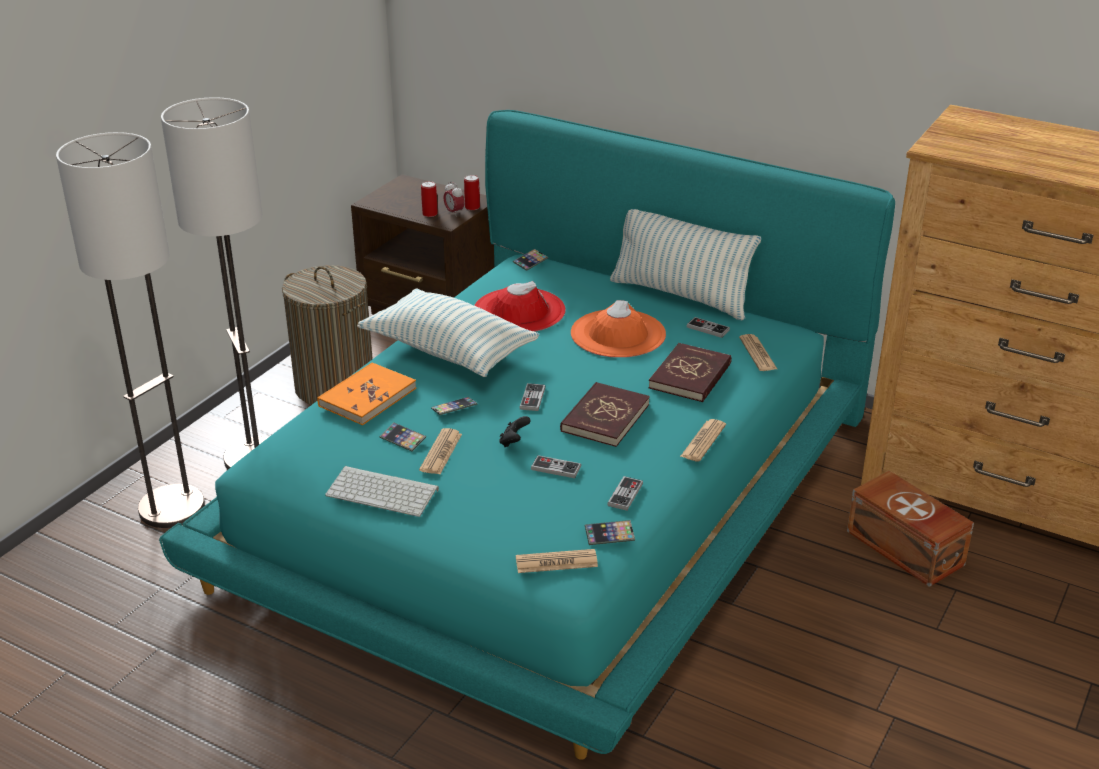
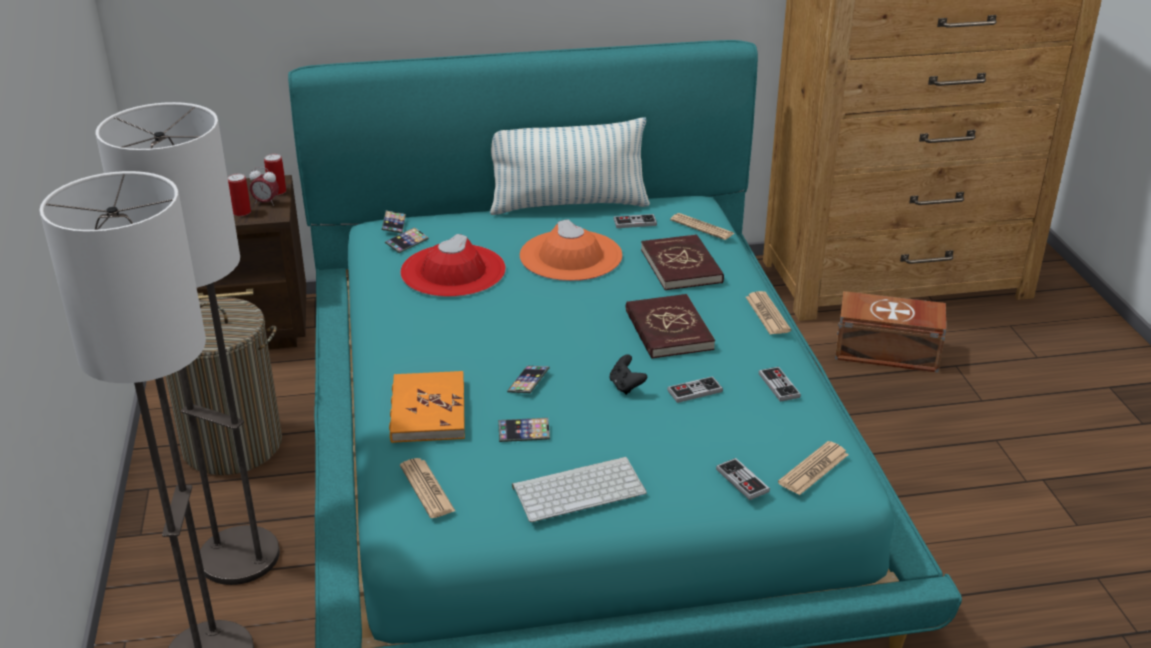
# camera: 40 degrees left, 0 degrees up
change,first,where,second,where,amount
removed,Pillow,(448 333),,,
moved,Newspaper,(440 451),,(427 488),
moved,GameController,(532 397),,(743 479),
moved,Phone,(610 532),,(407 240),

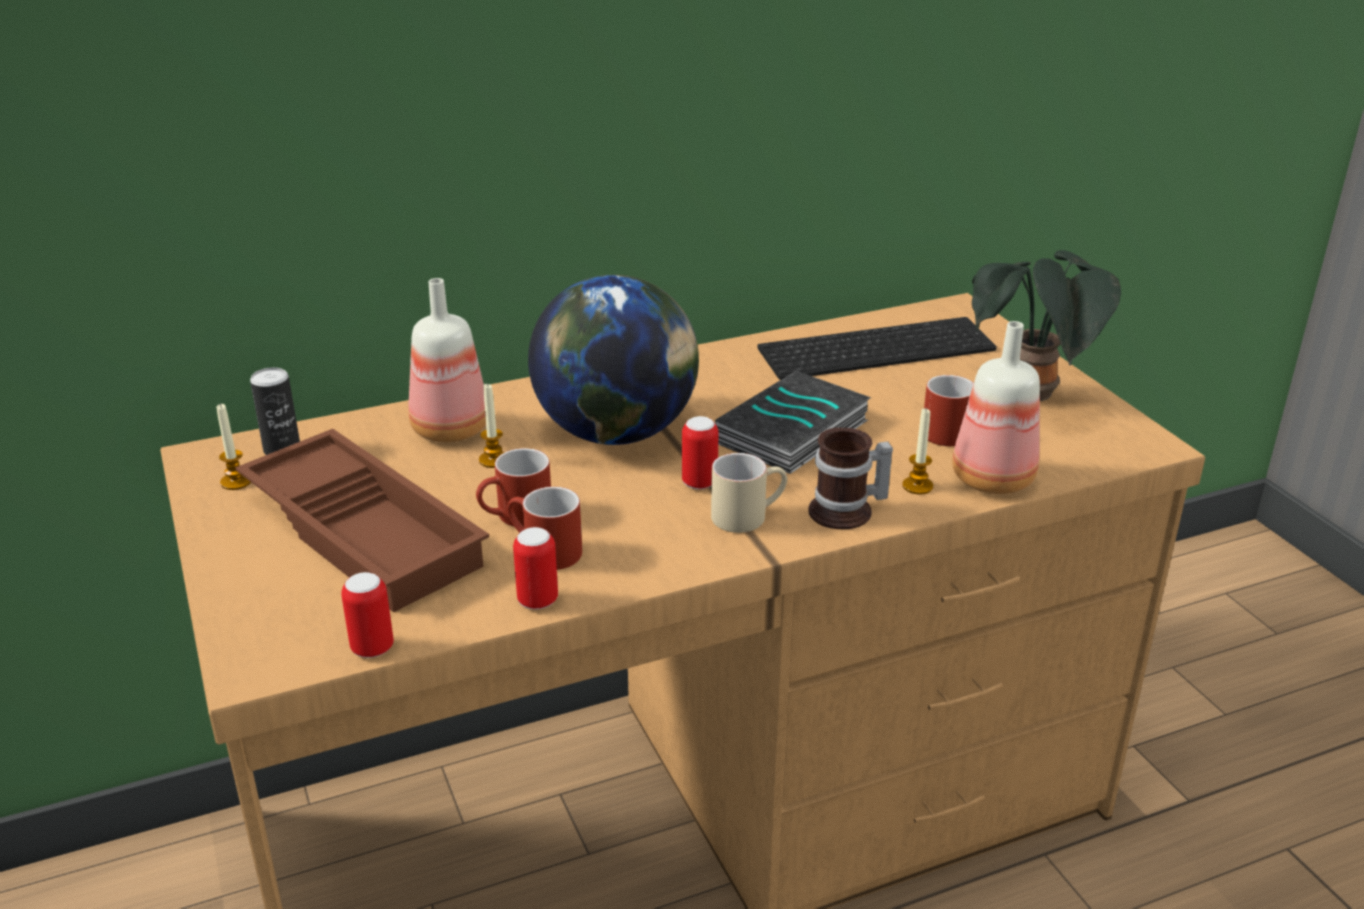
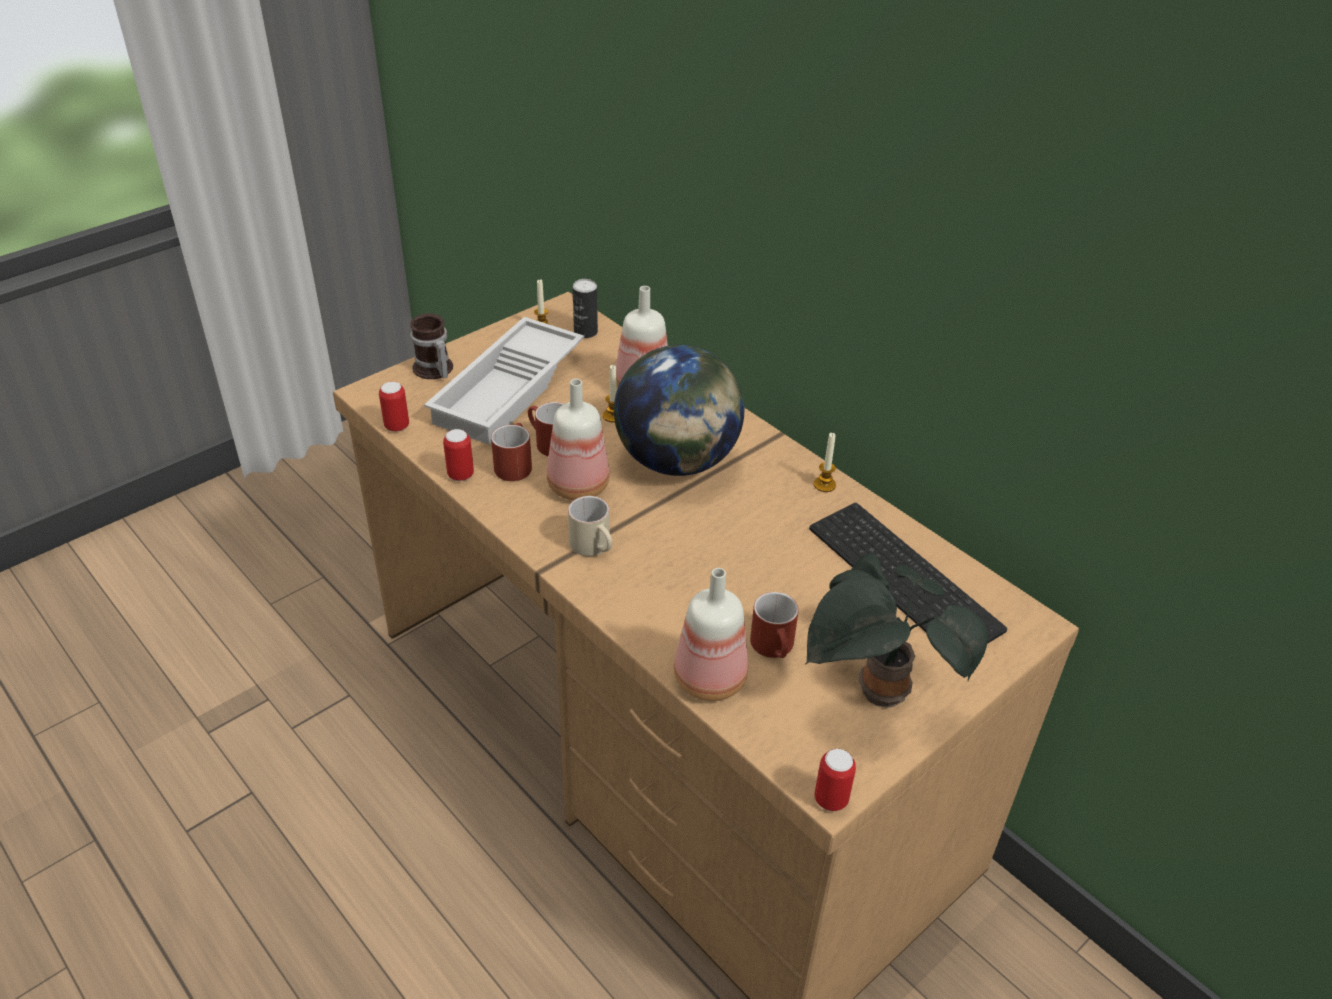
# camera: 70 degrees right, 10 degrees up
change,first,where,second,where,amount
removed,Book,(793 422),,,
added,,,Bottle,(578 439),
moved,Can,(700 452),,(835 780),
moved,Mug,(850 478),,(431 346),
moved,Candle,(917 451),,(825 462),
recoloured,BrownTray,(362 521),WhiteTray,(504 380),

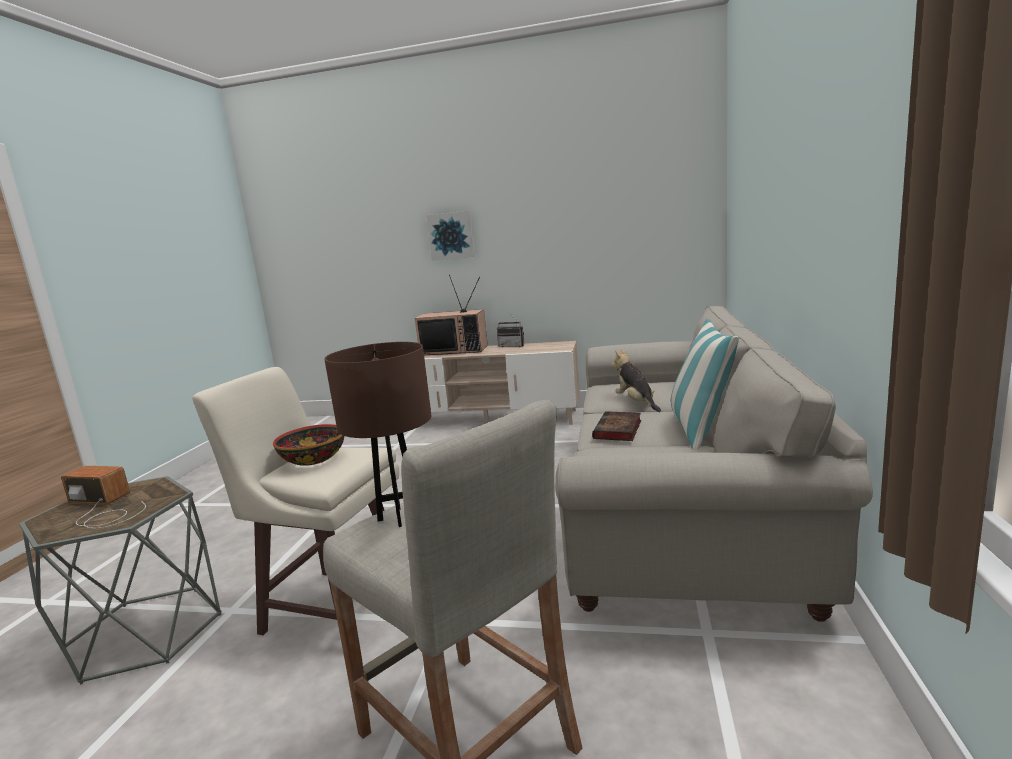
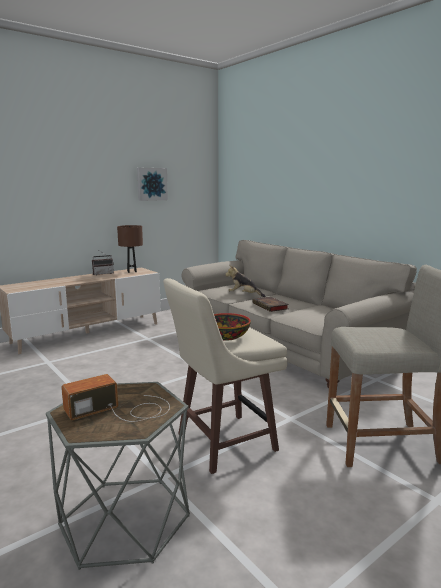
# camera: 50 degrees left, 0 degrees up
change,first,where,second,where,amount
removed,Television,(451 315),,,
removed,Pillow,(705 384),,,
moved,BrownTableLamp,(377 434),,(130 249),
moved,Picture,(450 235),,(152 184),

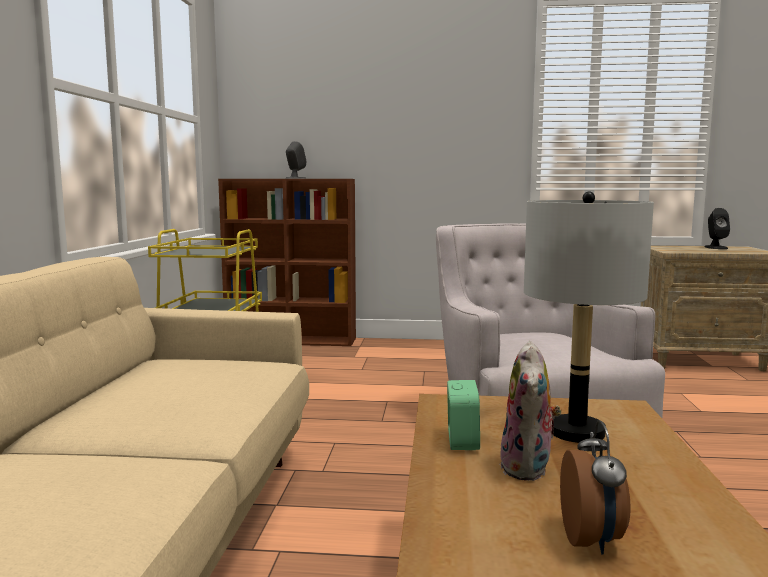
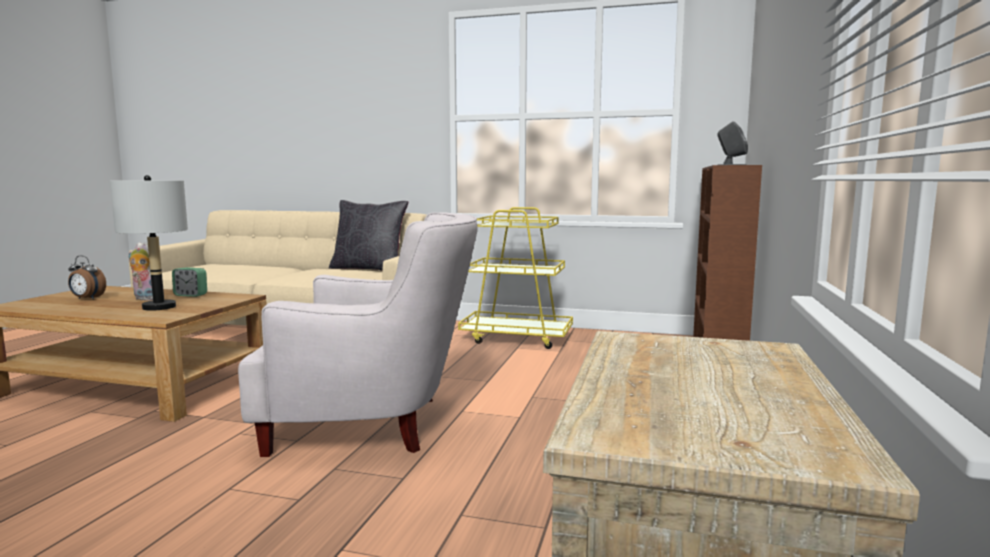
# camera: 100 degrees right, 0 degrees up
change,first,where,second,where,amount
removed,BlackSpeaker,(717 228),,,
added,,,BlackPillow,(368 235),

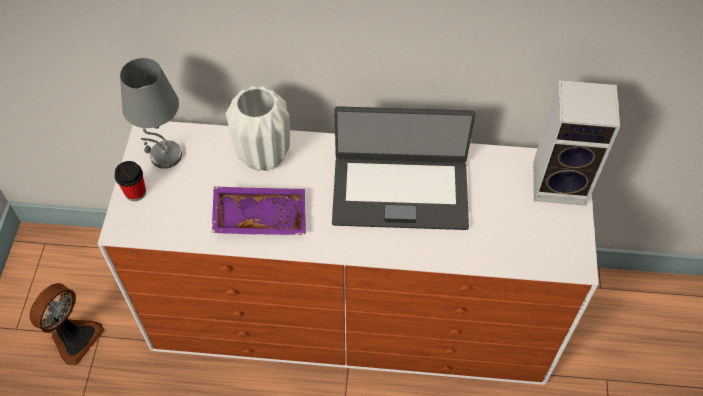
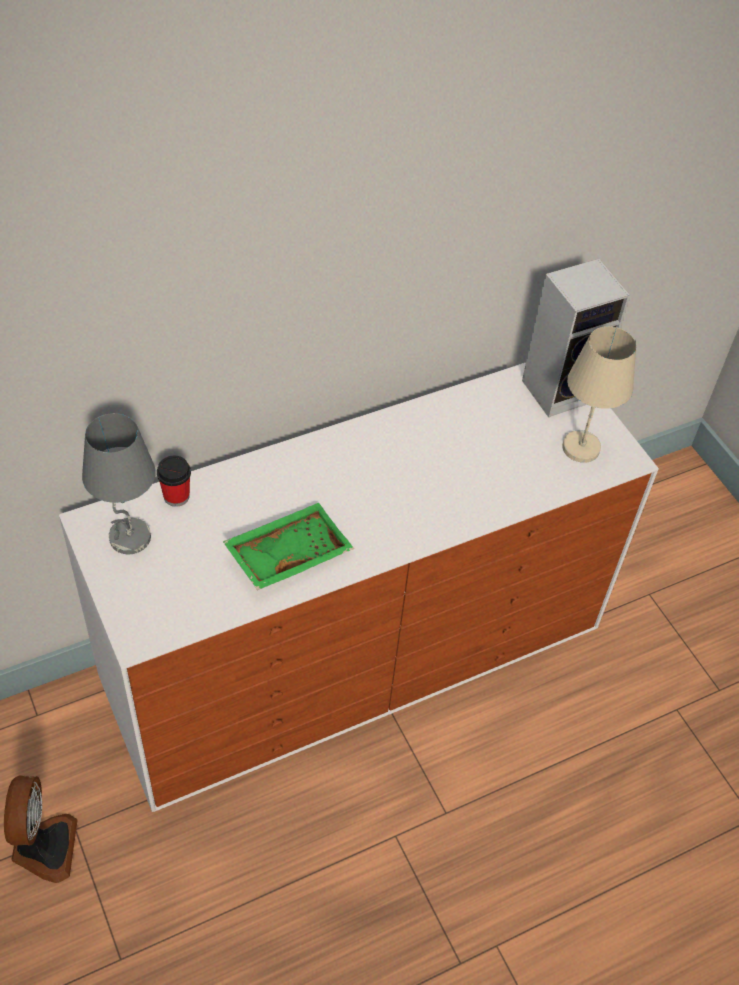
# camera: 35 degrees left, 5 degrees down
change,first,where,second,where,amount
removed,WhiteVase,(258 128),,,
removed,Laptop,(403 168),,,
added,,,BeigeTableLamp,(599 394),
moved,Cup,(130 181),,(174 481),
recoloured,PurpleTray,(259 210),GreenTray,(288 546),

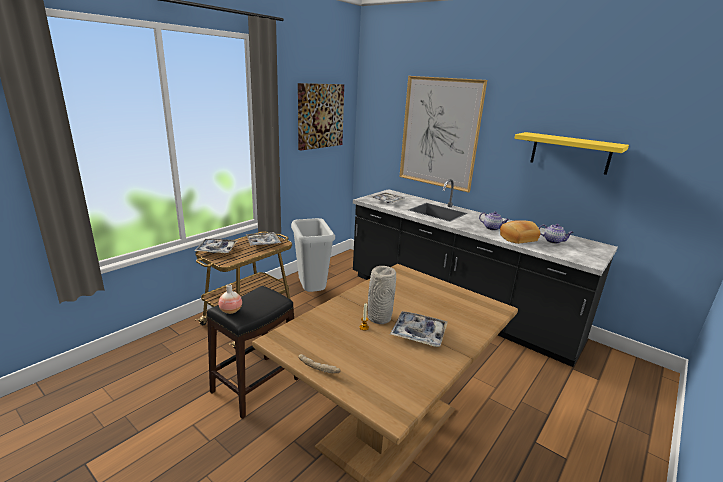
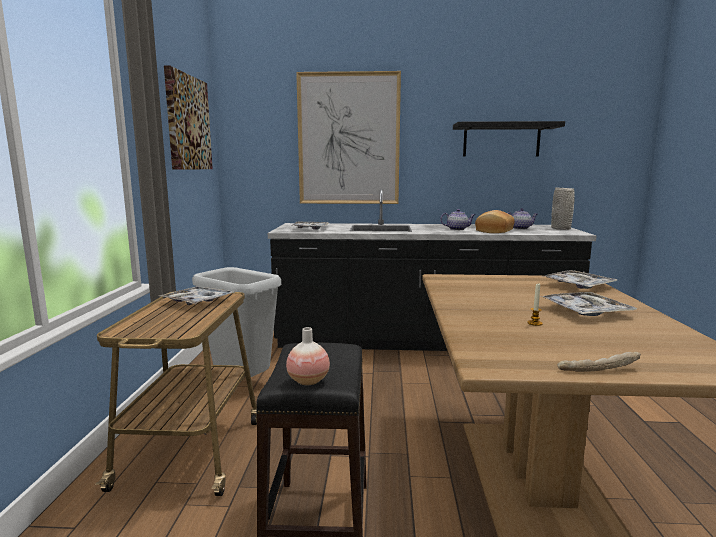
# camera: 35 degrees left, 10 degrees down
change,first,where,second,where,amount
moved,Tray,(216 246),,(580 279),
moved,GreyVase,(381 295),,(563 208),
recoloured,YellowShelf,(571 153),BlackShelf,(509 139),

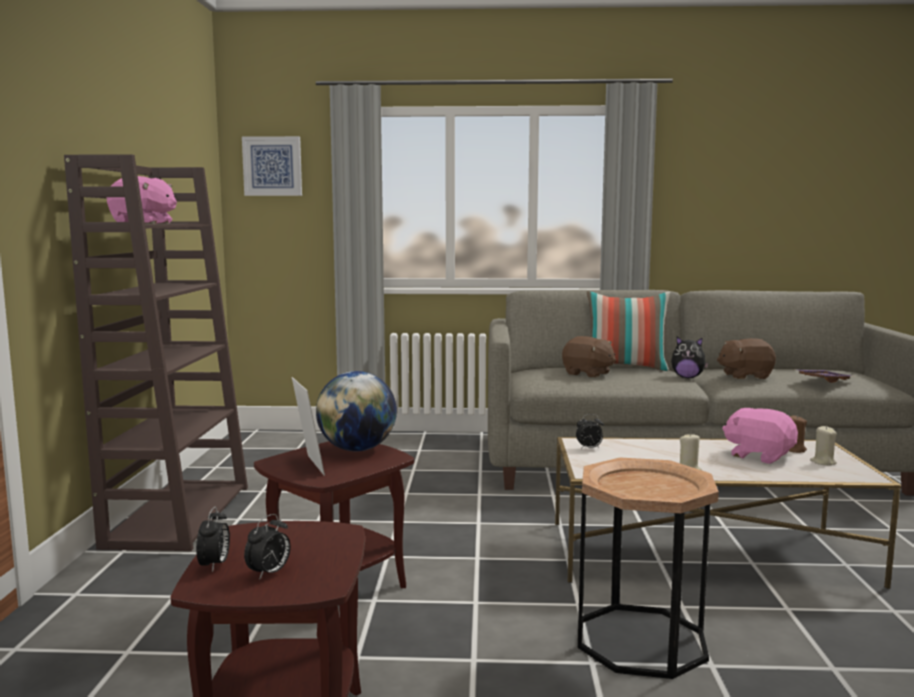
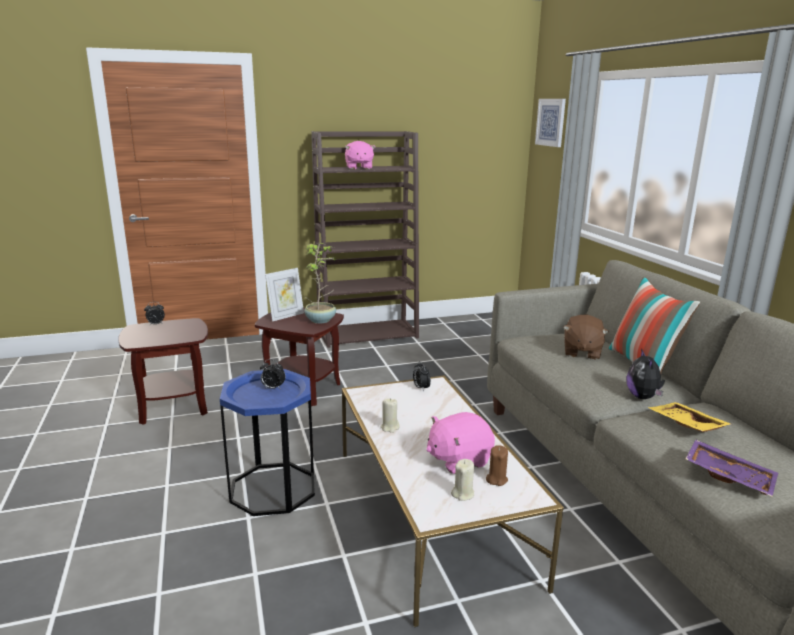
# camera: 70 degrees right, 10 degrees up
change,first,where,second,where,amount
moved,AlarmClock,(267 547),,(273 374),
replaced,Globe,(356 411),PottedPlant,(321 283),
replaced,BrownPlushToy,(746 358),YellowTray,(689 417),
recoloured,BrownSideTable,(648 568),BlueSideTable,(267 442),
turned,PinkPlushToy,(760 436),,(460 443),135 degrees counterclockwise

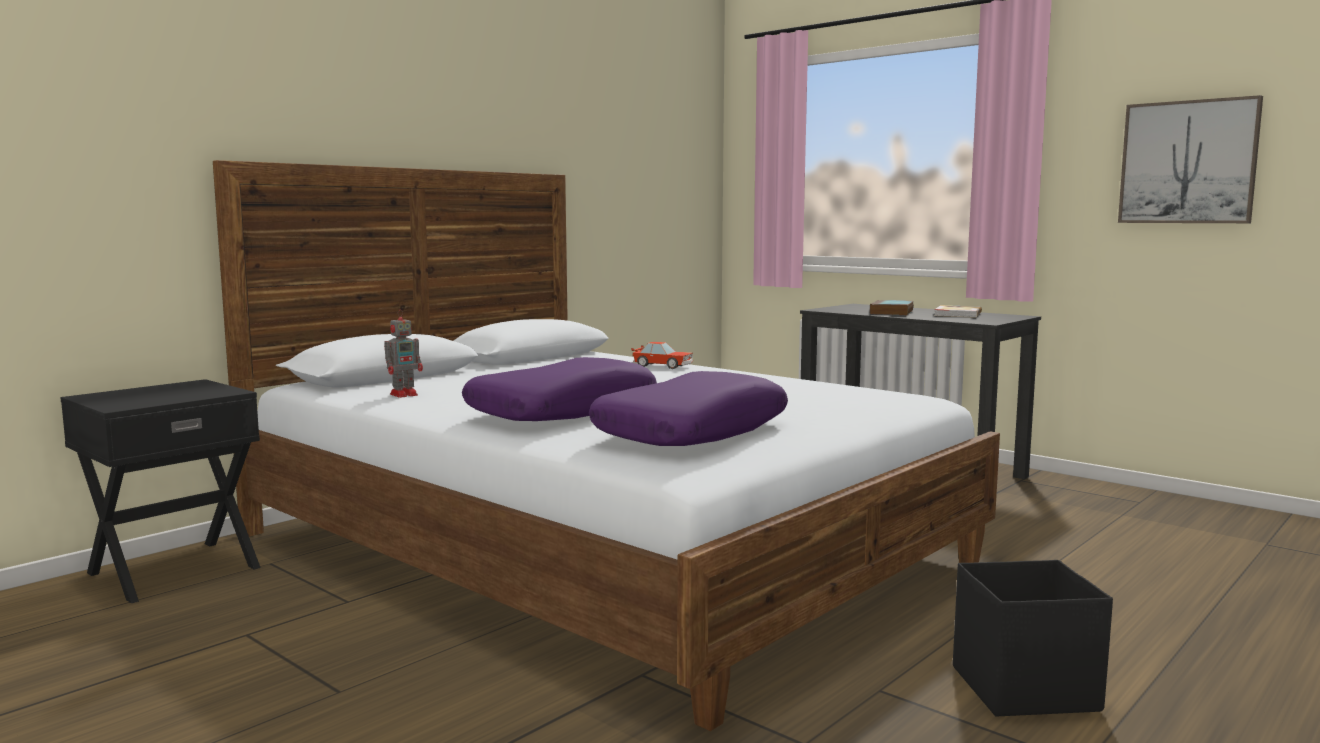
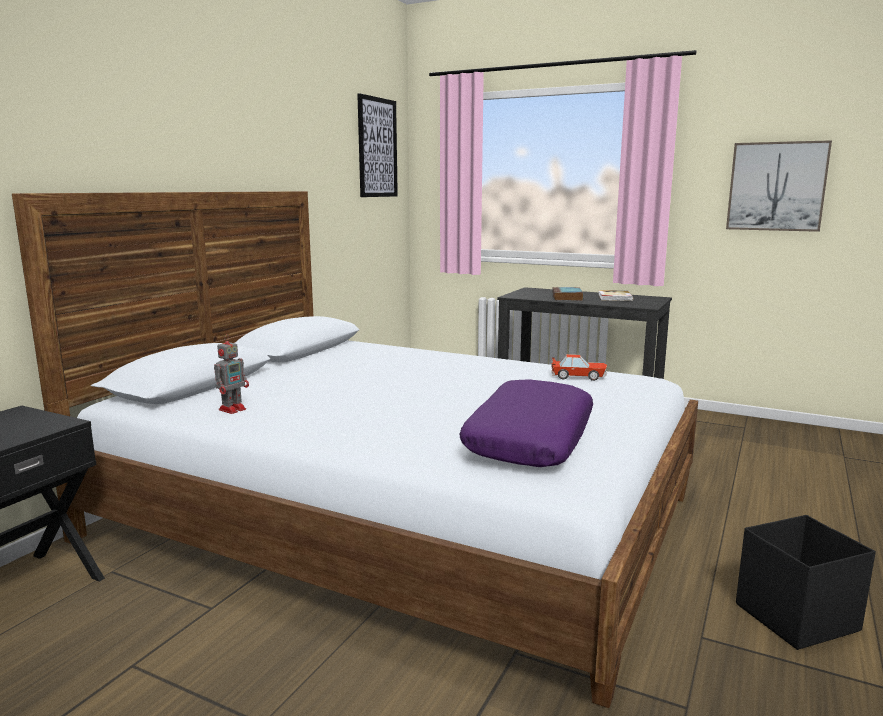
# camera: 15 degrees left, 5 degrees up
change,first,where,second,where,amount
removed,PurplePillow,(559 389),,,
added,,,Picture,(377 145),
moved,ToyCar,(662 355),,(579 367),

